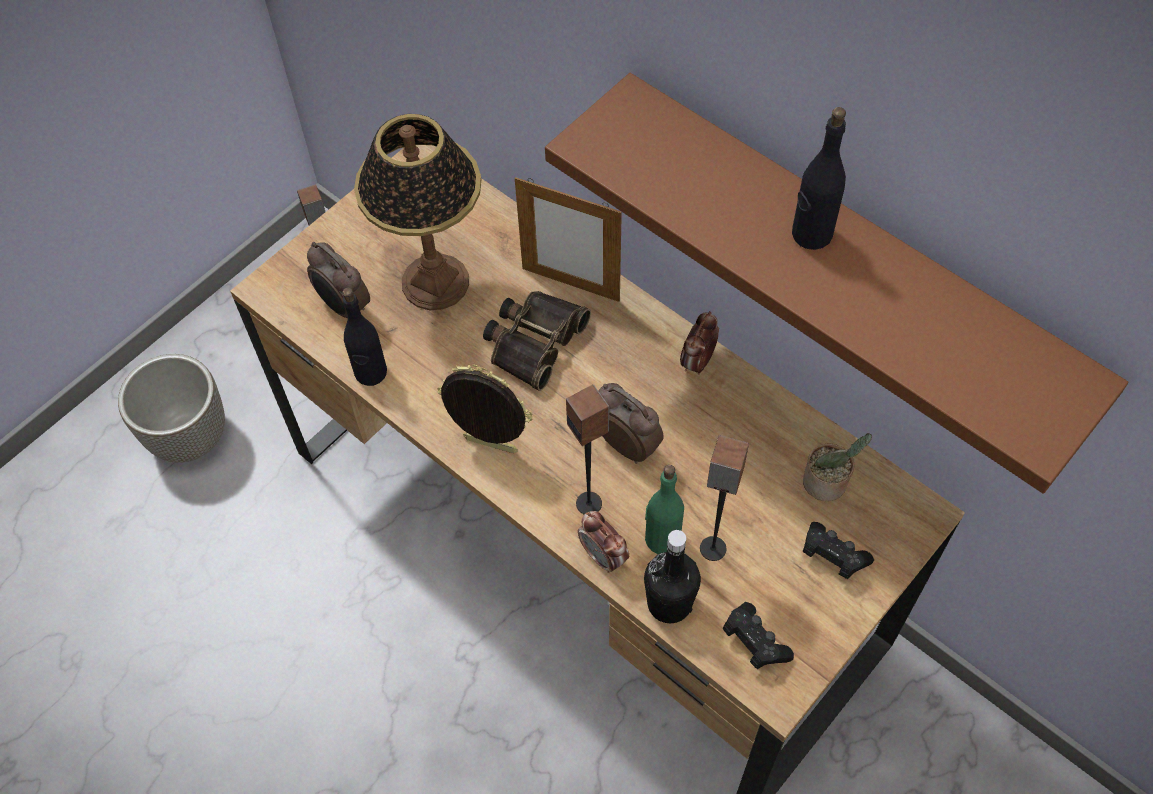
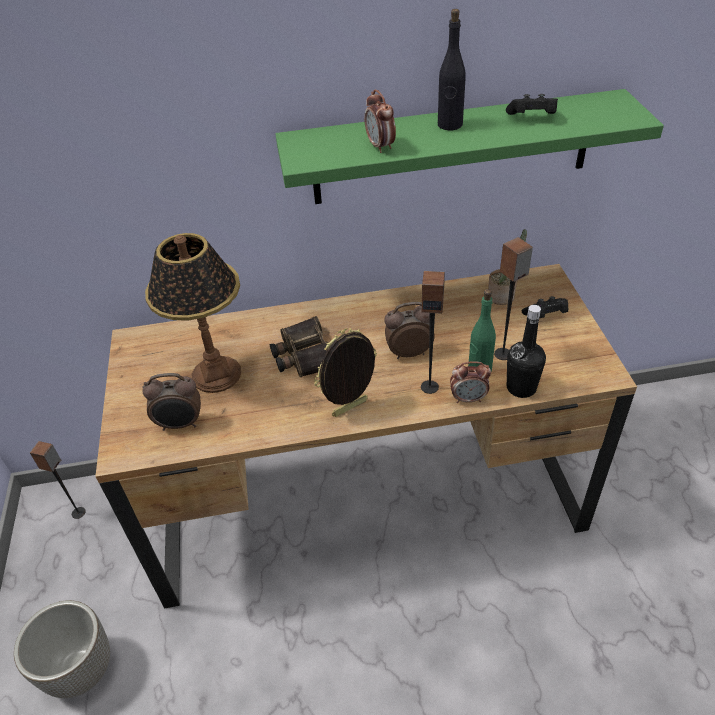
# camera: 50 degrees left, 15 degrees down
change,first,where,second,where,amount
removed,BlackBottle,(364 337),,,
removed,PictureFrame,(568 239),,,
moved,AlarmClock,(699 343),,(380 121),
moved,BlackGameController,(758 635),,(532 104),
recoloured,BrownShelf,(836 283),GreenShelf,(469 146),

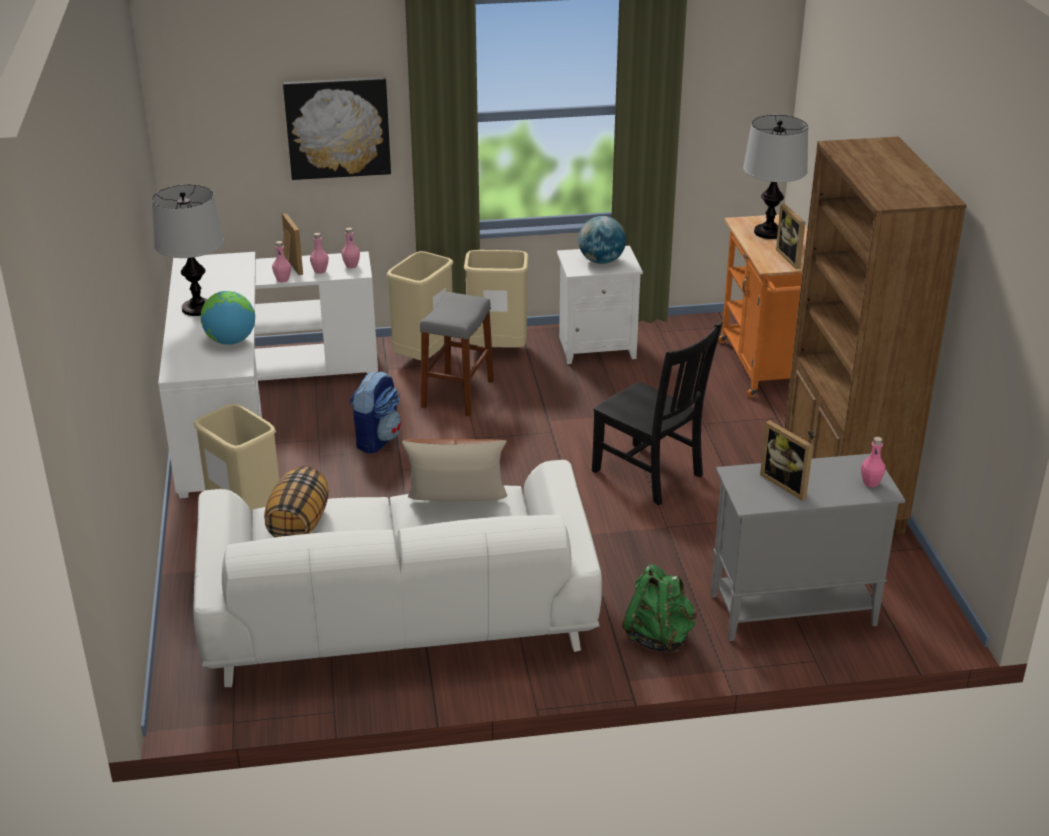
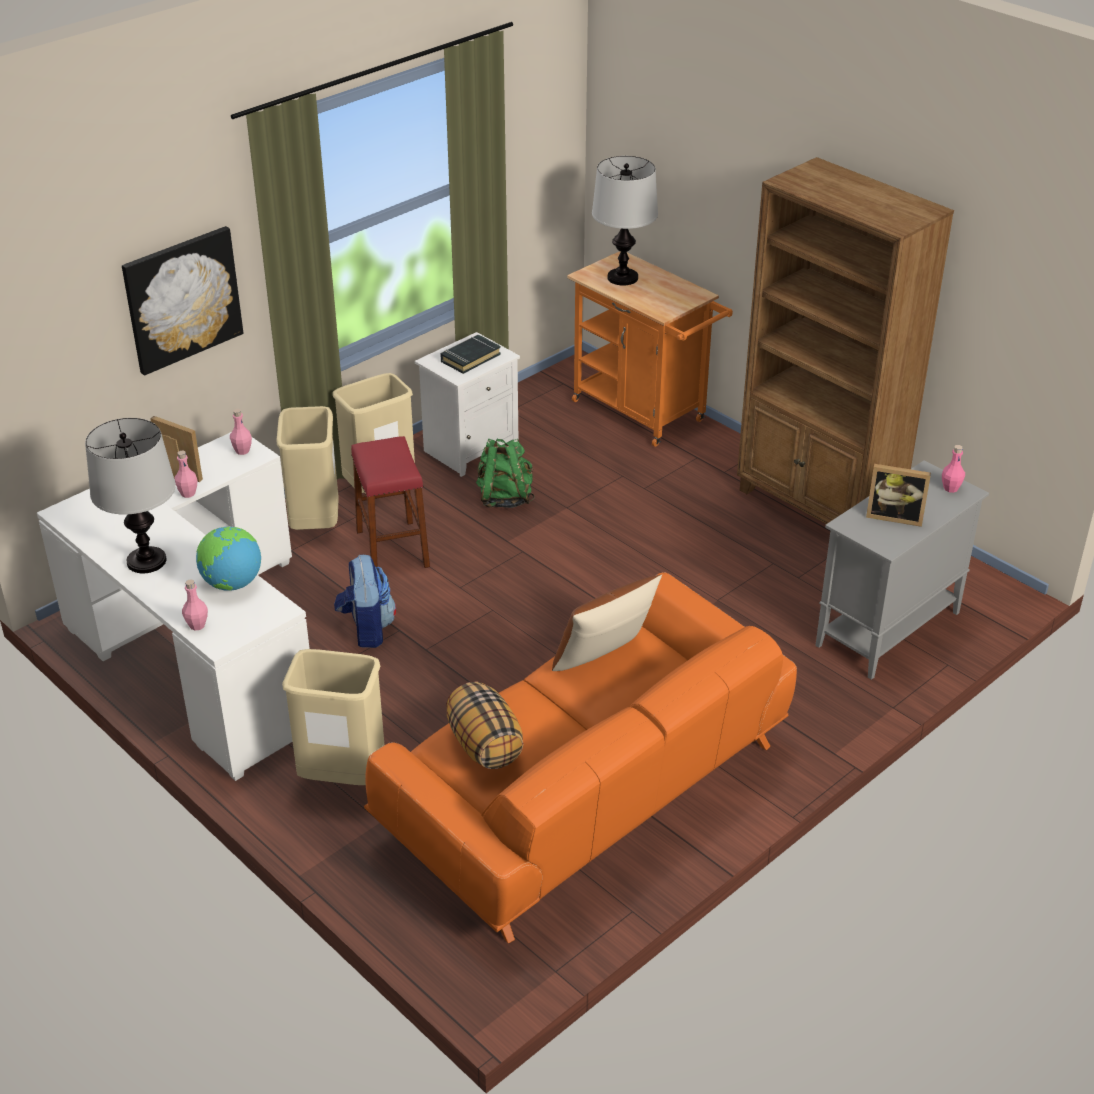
# camera: 35 degrees left, 5 degrees up
change,first,where,second,where,amount
removed,BlackChair,(657 413),,,
removed,PictureFrame,(790 236),,,
moved,PinkBottle,(319 253),,(195 605),
moved,GreenBackpack,(659 609),,(505 473),
replaced,Globe,(602 240),BlackBook,(470 354),
recoloured,WhiteSofa,(397 573),OrangeSofa,(580 757),
recoloured,GreyStool,(457 354),RedStool,(390 502),

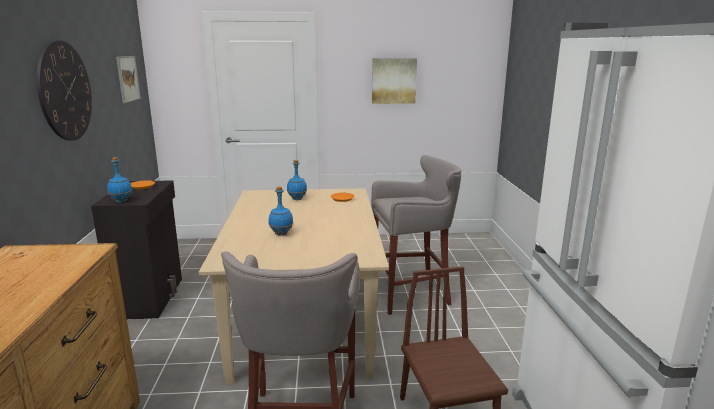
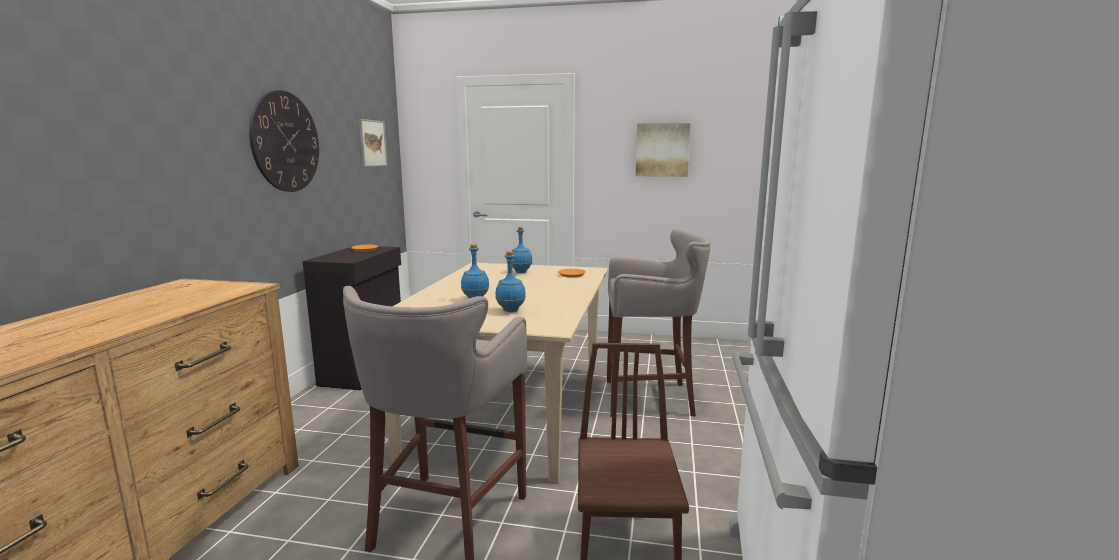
# camera: 15 degrees right, 5 degrees down
change,first,where,second,where,amount
moved,BlueBottle,(119 179),,(510 281),

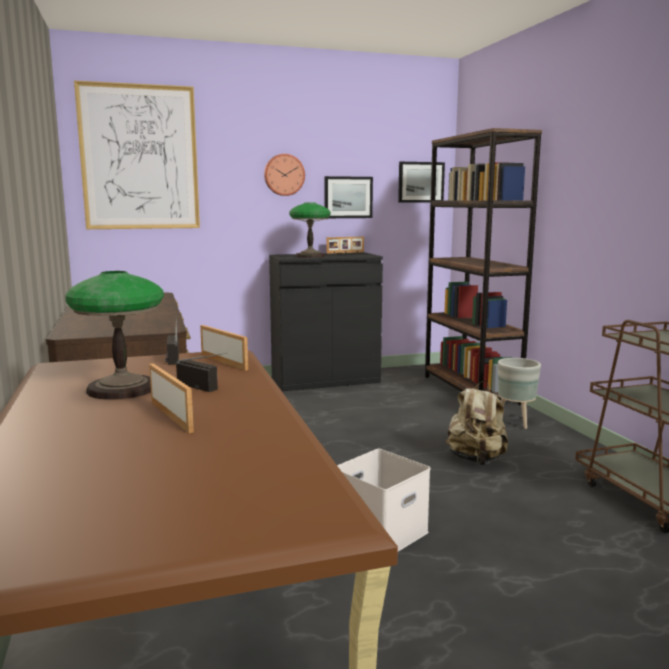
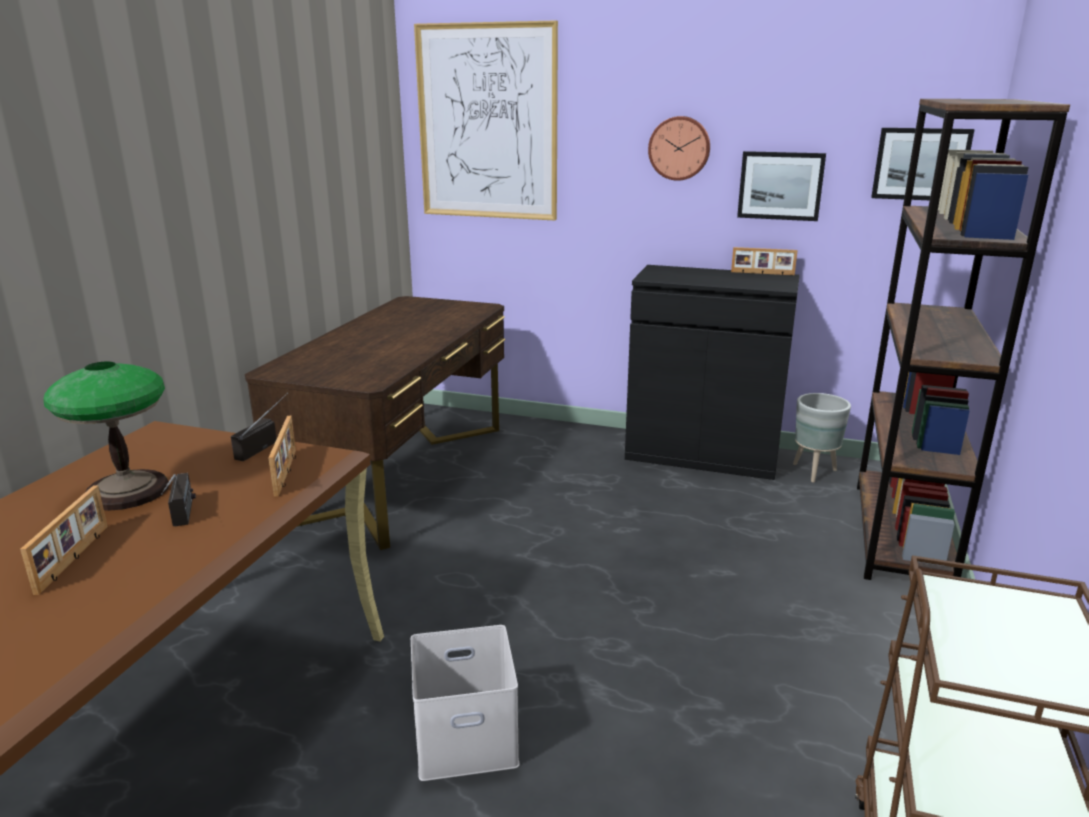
# camera: 35 degrees right, 10 degrees up
change,first,where,second,where,amount
removed,TableLamp,(310 230),,,
removed,BeigeBackpack,(477 423),,,
moved,GreyPlanter,(519 393),,(822 437),

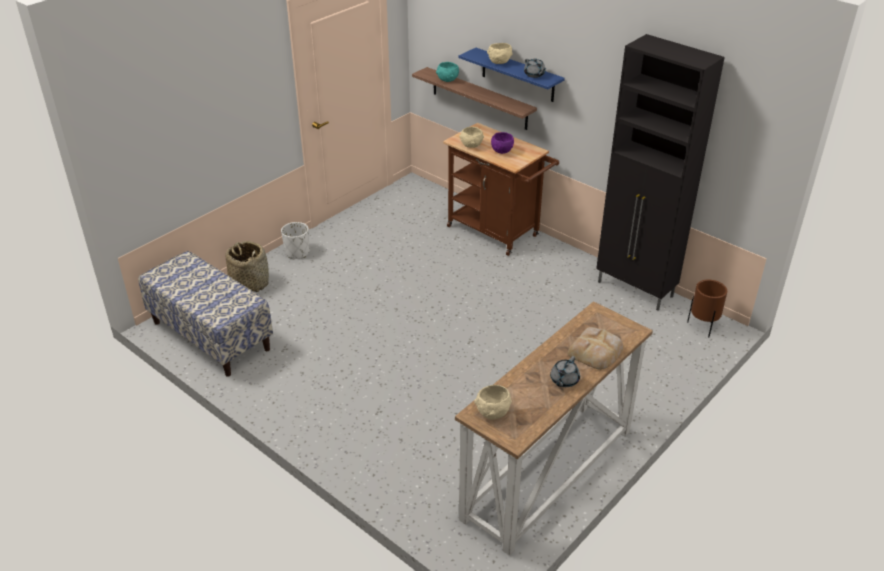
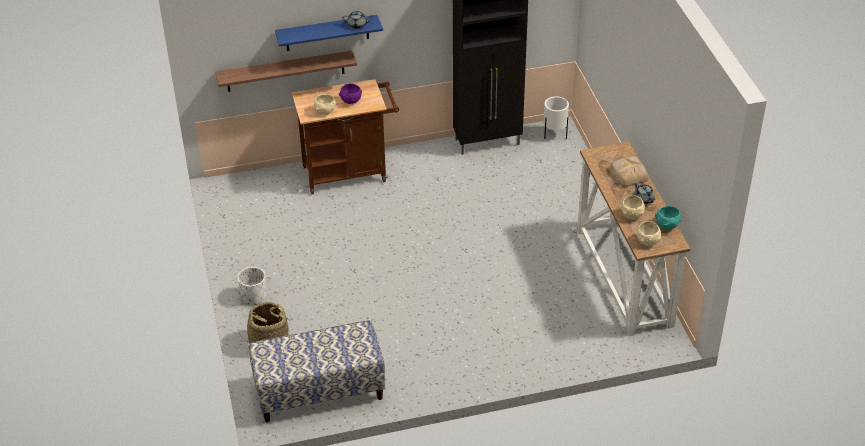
# camera: 55 degrees left, 5 degrees up
change,first,where,second,where,amount
moved,TurquoiseBowl,(447 72),,(668 217),
moved,BeigeBowl,(500 53),,(633 207),
recoloured,BrownPlanter,(707 309),WhitePlanter,(556 117),

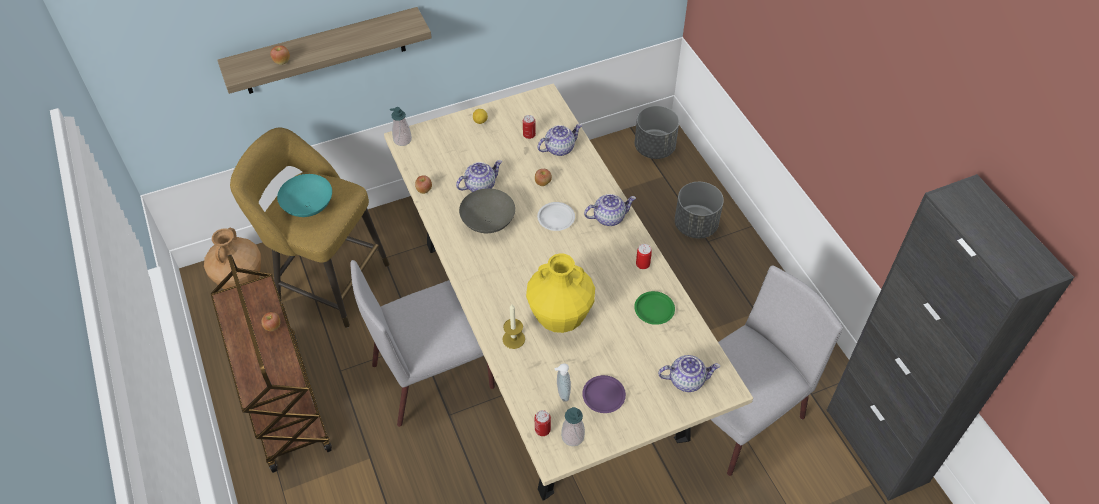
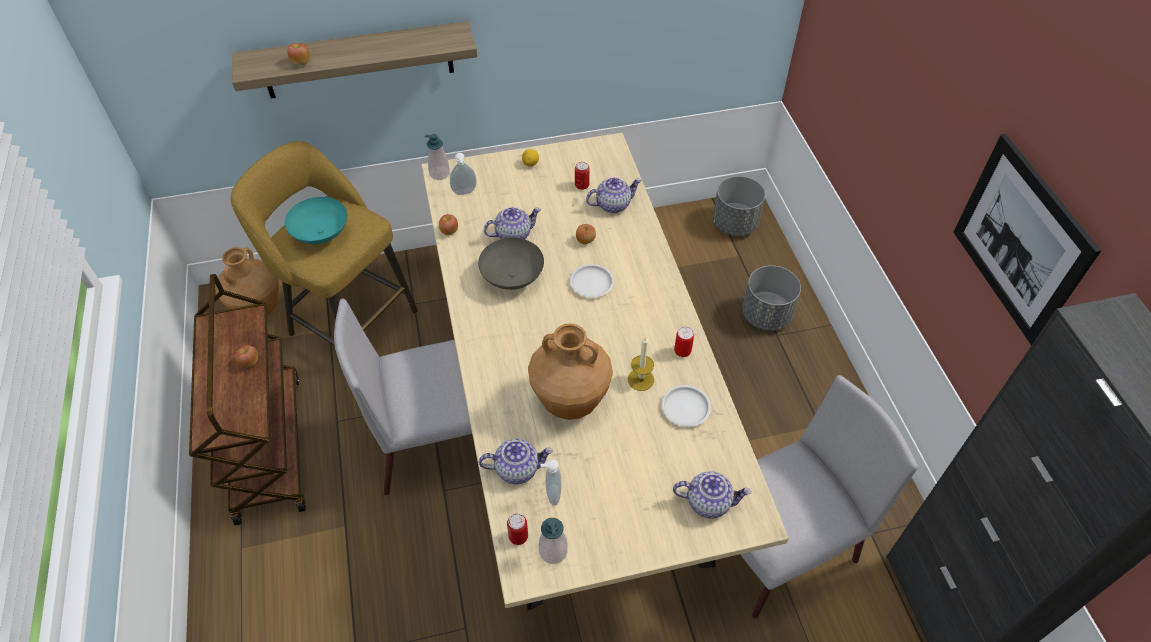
# camera: 10 degrees right, 0 degrees up
change,first,where,second,where,amount
removed,PurplePlate,(604 394),,,
added,,,SoapDispenser,(463 174),
added,,,Picture,(1027 239),
moved,Candle,(513 326),,(641 363),
moved,Teapot,(610 210),,(516 461),
recoloured,YellowVase,(560 293),BrownVase,(570 371),
recoloured,GreenPlate,(654 308),WhitePlate,(686 406),

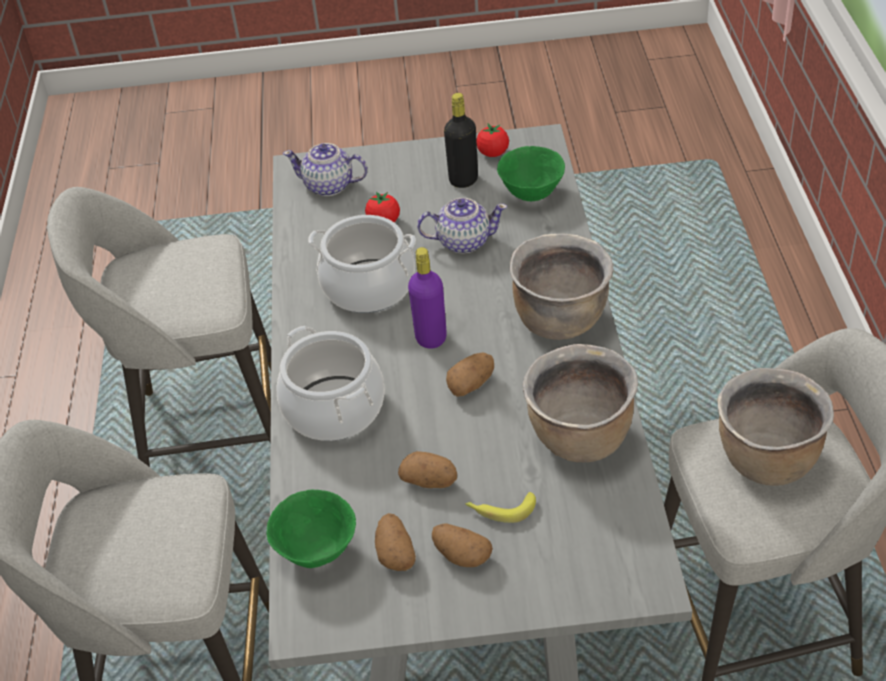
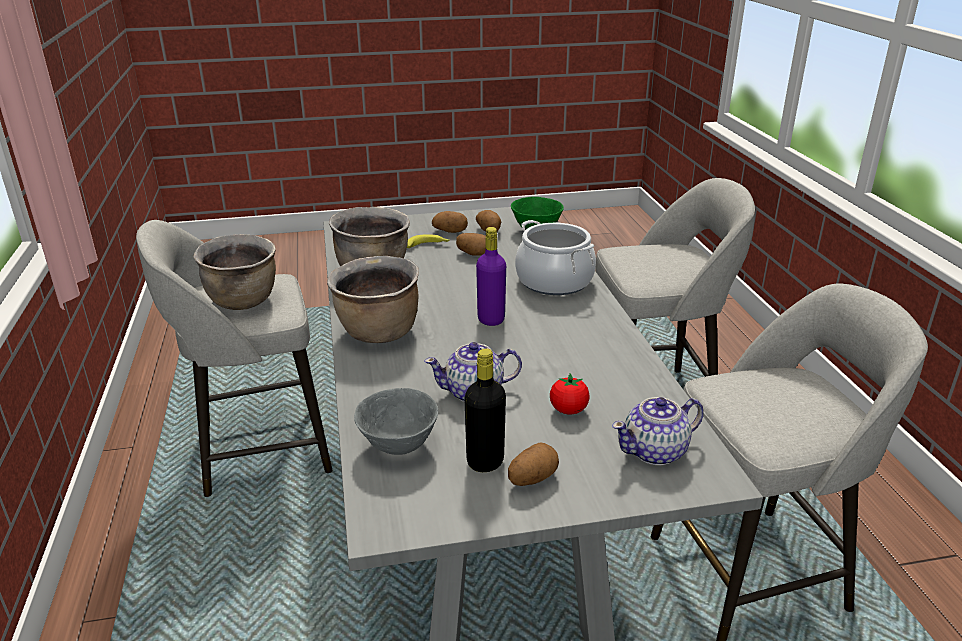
# camera: 170 degrees right, 15 degrees down
change,first,where,second,where,amount
removed,CookingPot,(362 264),,,
removed,Tomato,(492 140),,,
moved,Potato,(470 374),,(533 464),
recoloured,GreenBowl,(531 173),GreyBowl,(396 421),
turned,Teapot,(325 169),,(657 431),150 degrees clockwise

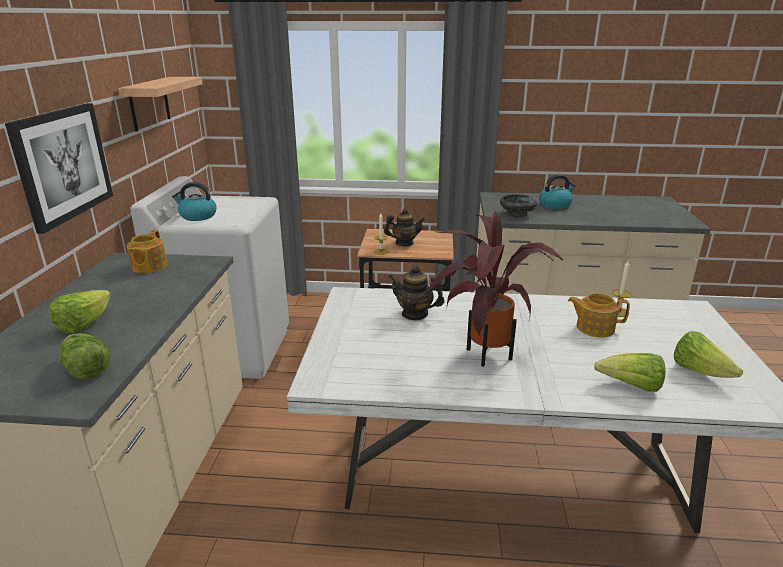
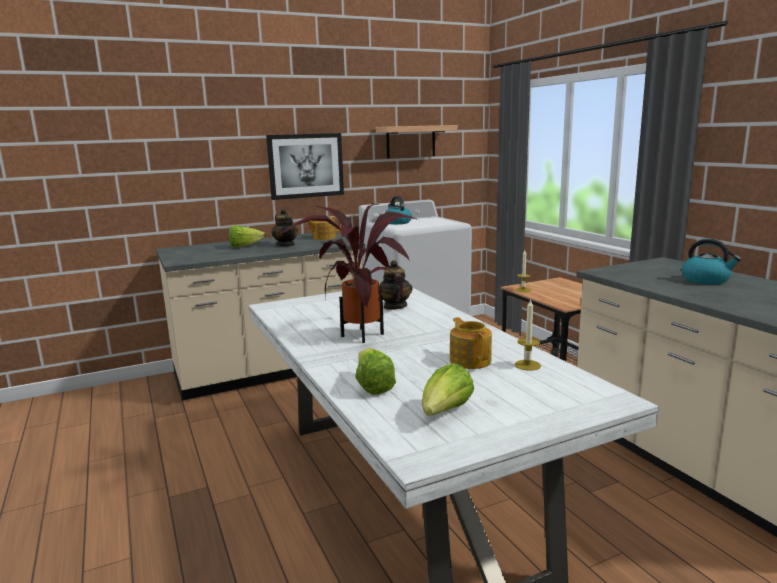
# camera: 60 degrees right, 10 degrees down
change,first,where,second,where,amount
removed,Lettuce,(85 356),,,
removed,BlackBowl,(518 205),,,
moved,Teapot,(404 227),,(284 227),

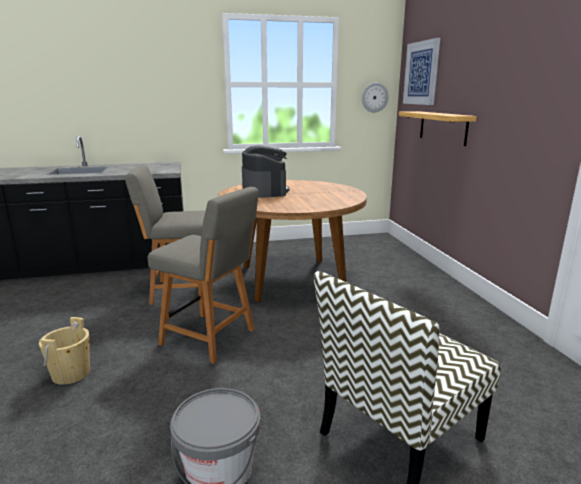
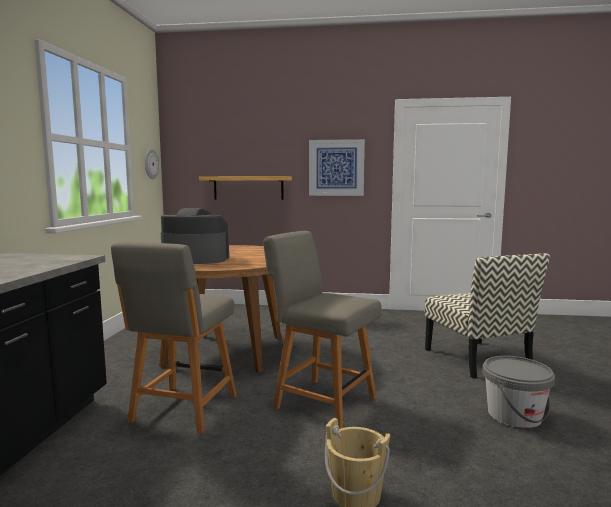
# camera: 70 degrees left, 10 degrees down
change,first,where,second,where,amount
moved,Picture,(421 71),,(337 167),
turned,GreyChair,(203 275),,(322 330),105 degrees counterclockwise

